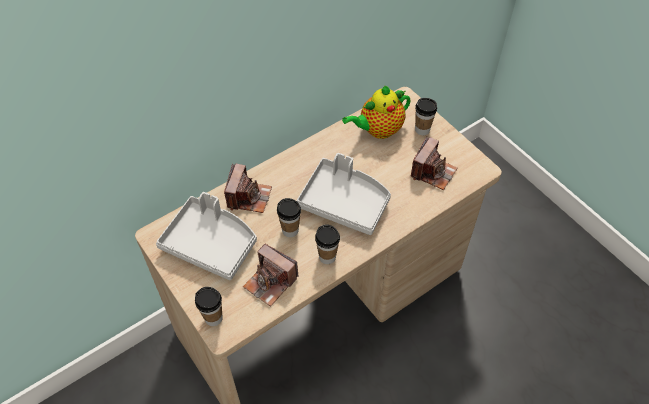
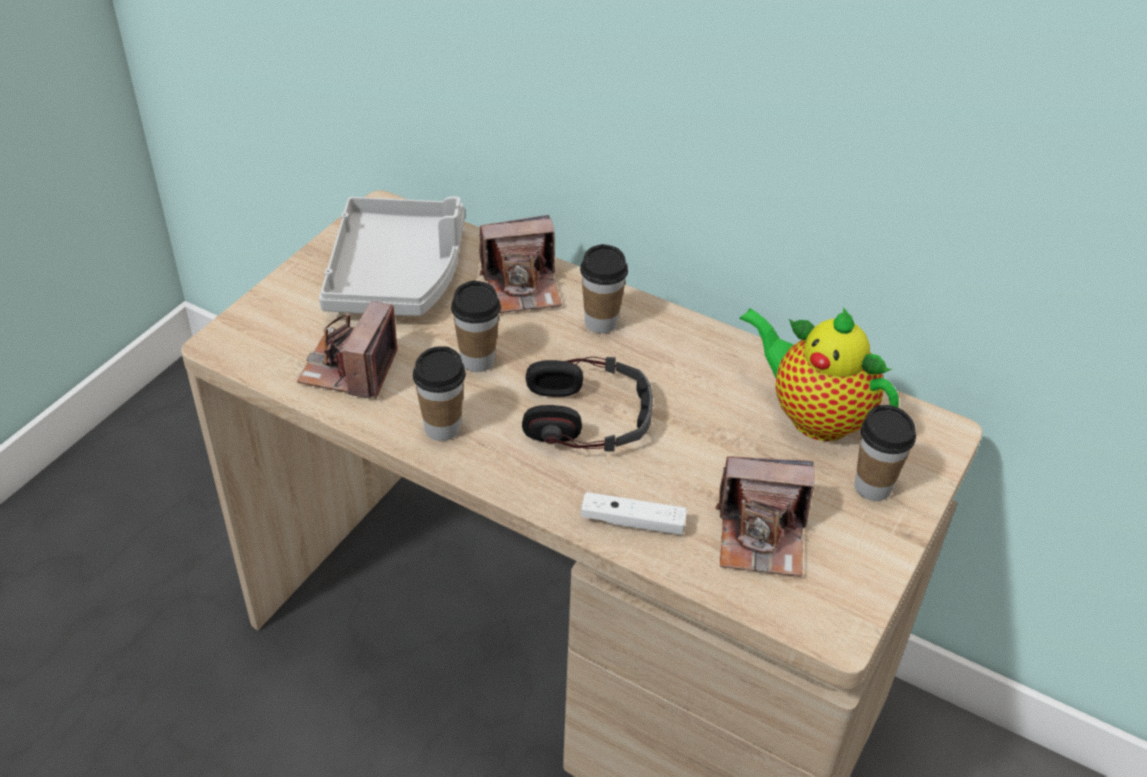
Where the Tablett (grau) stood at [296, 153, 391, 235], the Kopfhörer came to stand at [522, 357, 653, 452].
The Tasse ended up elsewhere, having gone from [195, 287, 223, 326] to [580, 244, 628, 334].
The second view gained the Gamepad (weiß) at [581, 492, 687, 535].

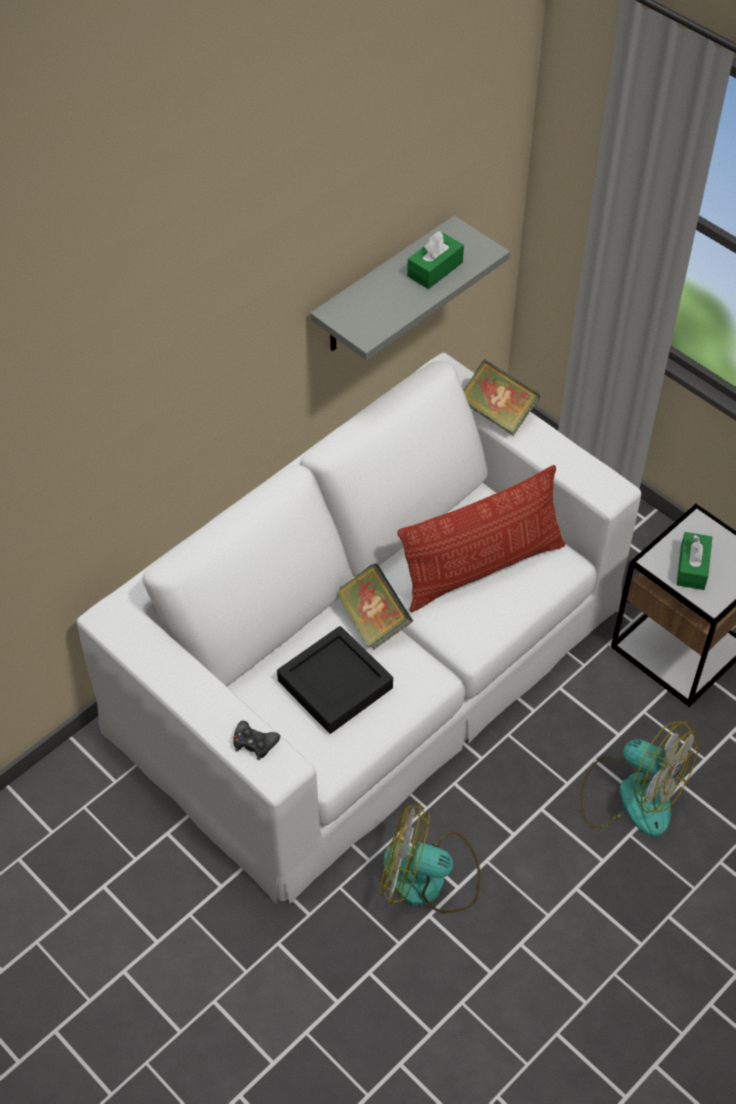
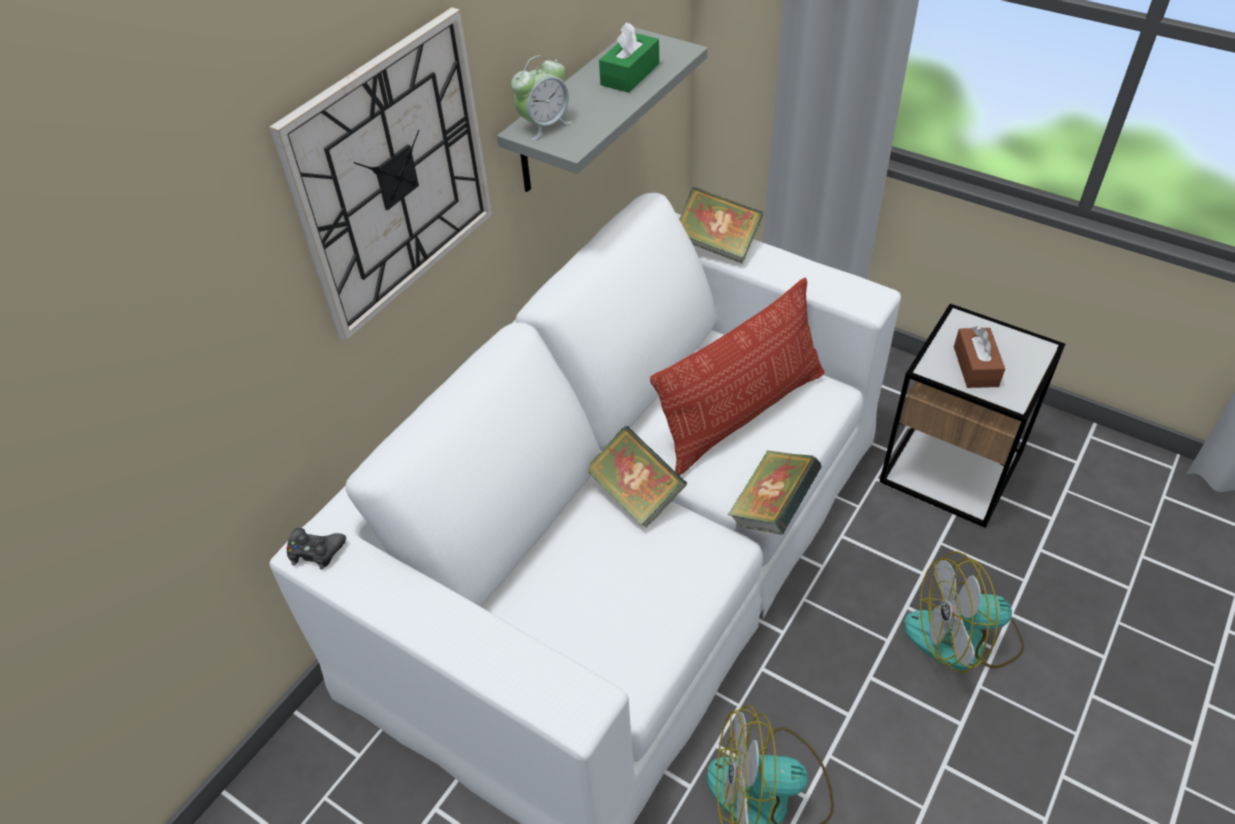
The second view gained the Wanduhr at [269, 7, 493, 341].
The Gamepad (schwarz) ended up elsewhere, having gone from [233, 720, 280, 760] to [286, 528, 346, 570].
The second view gained the Wecker at [511, 55, 572, 141].
The second view gained the Buch at [728, 451, 822, 535].
The Ventilator at [580, 722, 699, 837] ended up facing another way, 150 degrees clockwise from before.
What was the Taschentuchbox (grün) at [676, 532, 712, 590] turned into the Taschentuchbox (braun) at [954, 326, 1005, 388].
The second view lost the Tablett (schwarz) at [277, 626, 393, 734].

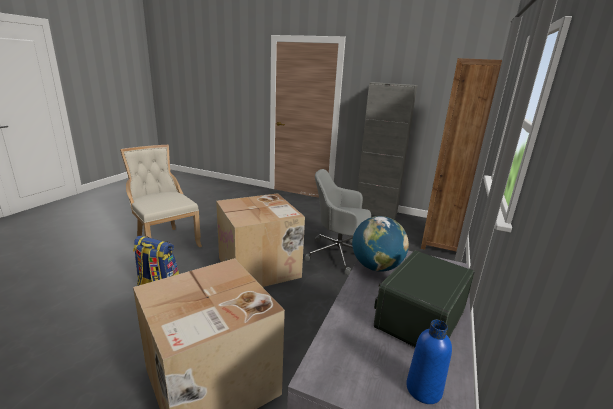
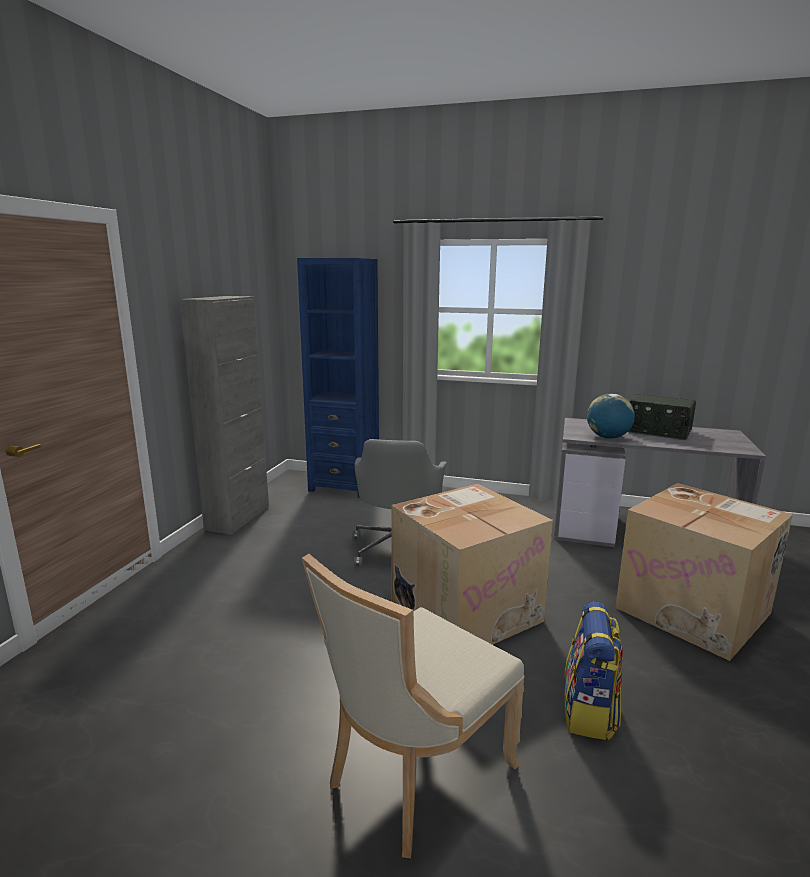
What was the Bücherregal (braun) at [421, 58, 502, 252] turned into the Bücherregal (blau) at [297, 258, 379, 498].
The second view lost the Flasche (blau) at [406, 320, 452, 404].

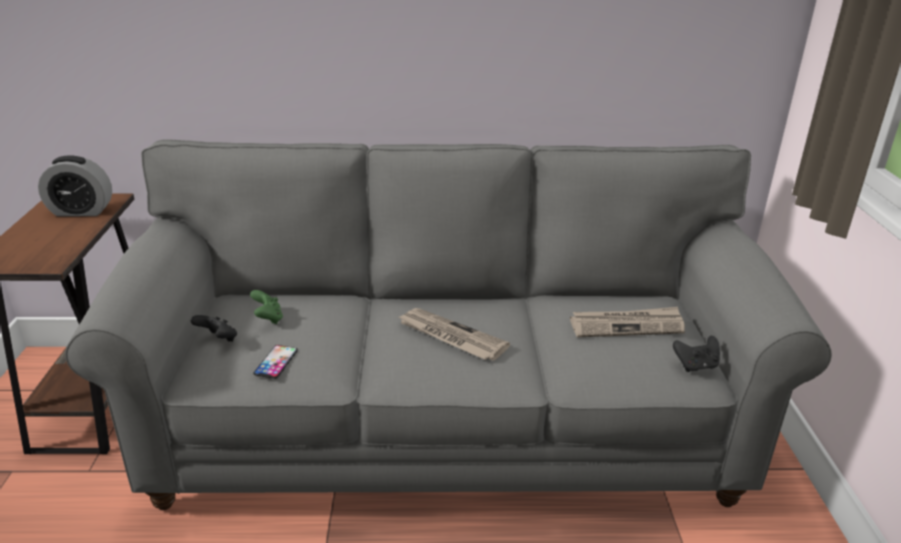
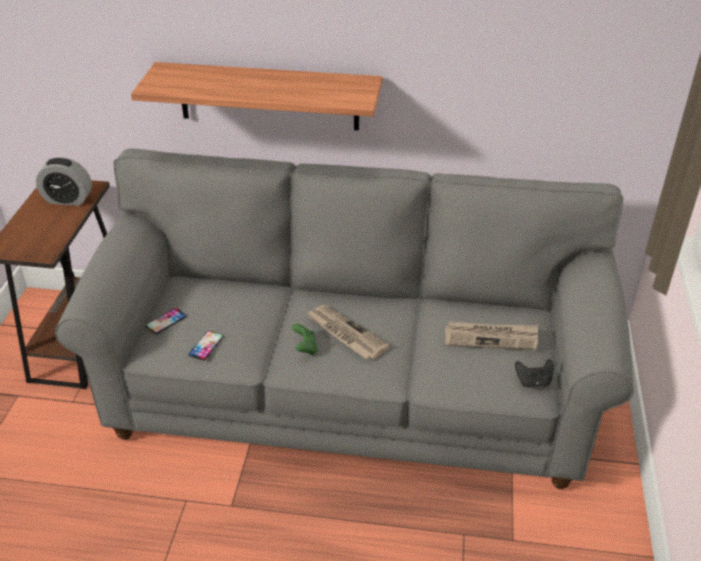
The second view gained the Wandregal at [131, 62, 382, 131].
Where the Gamepad (schwarz) stood at [191, 315, 237, 341], the Handy came to stand at [145, 308, 186, 334].
The Gamepad (grün) ended up elsewhere, having gone from [250, 290, 283, 324] to [292, 324, 318, 355].

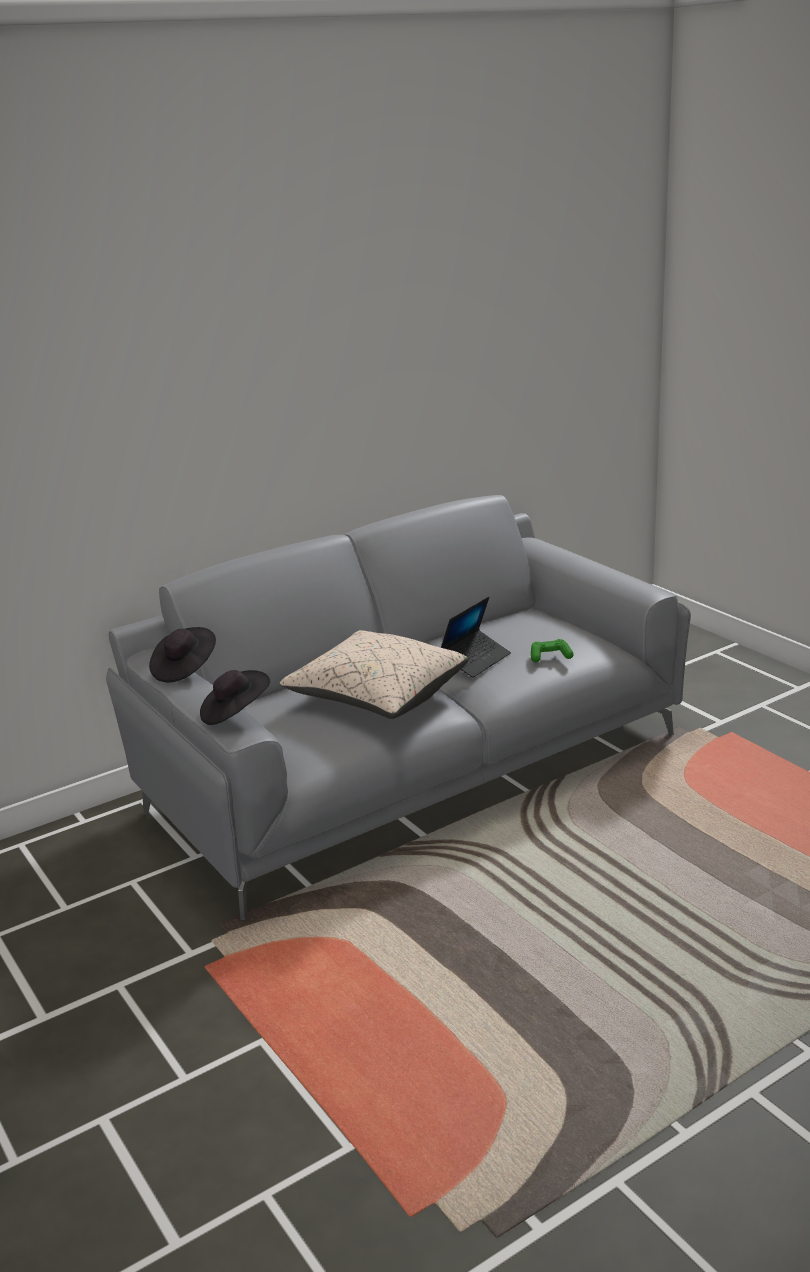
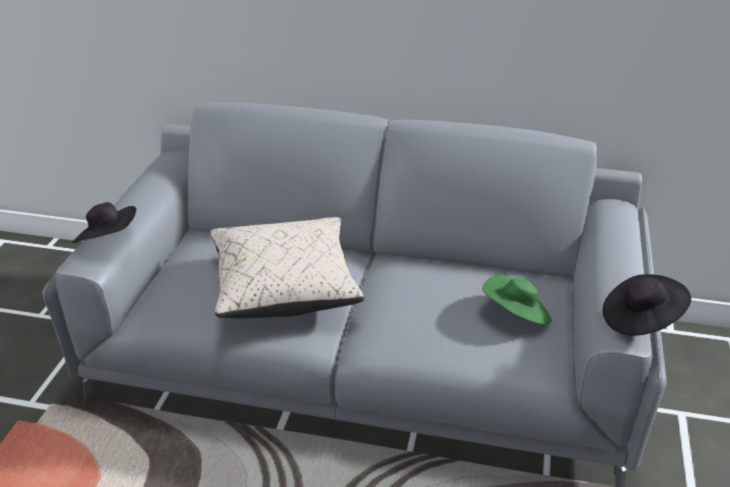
The second view gained the Hut (grün) at [482, 275, 552, 325].
The Hut (schwarz) ended up elsewhere, having gone from [149, 627, 216, 682] to [602, 274, 691, 336].
The second view lost the Laptop at [441, 596, 511, 678].
The second view lost the Gamepad (grün) at [531, 639, 574, 662].

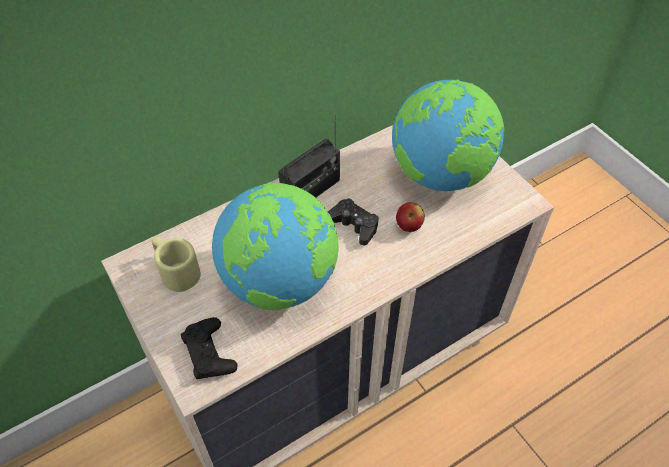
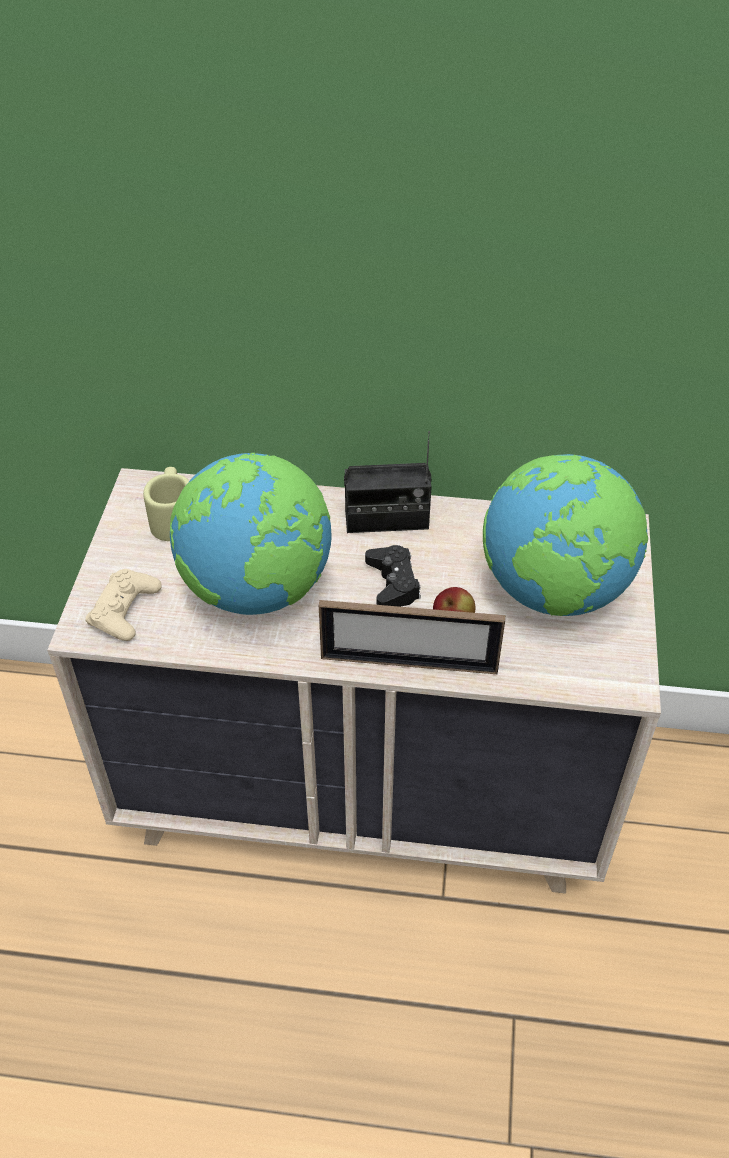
What was the Gamepad (schwarz) at [181, 317, 237, 379] turned into the Gamepad (beige) at [85, 569, 162, 641].
The second view gained the Bilderrahmen at [319, 600, 505, 674].

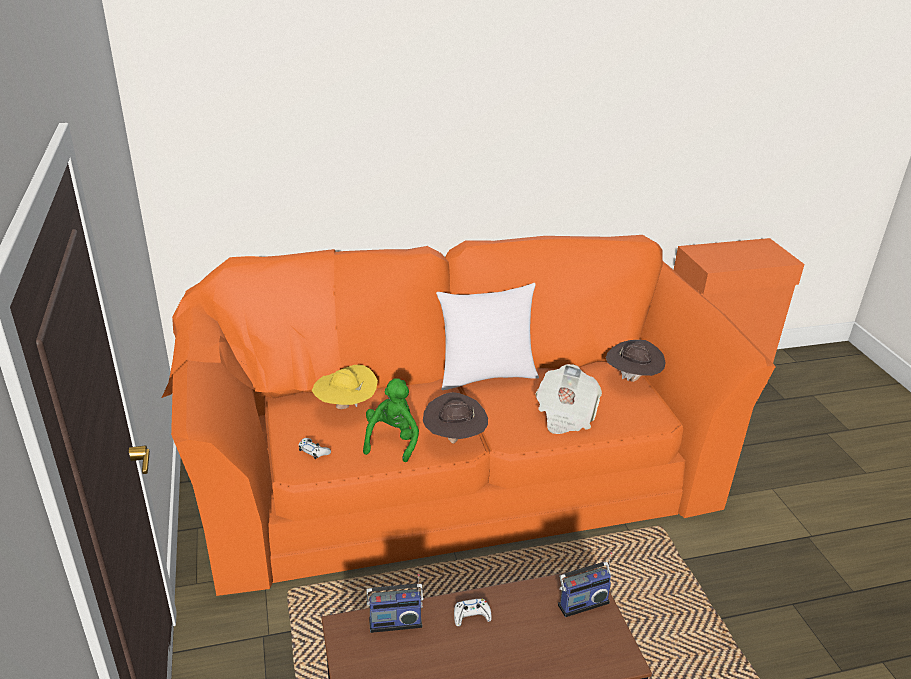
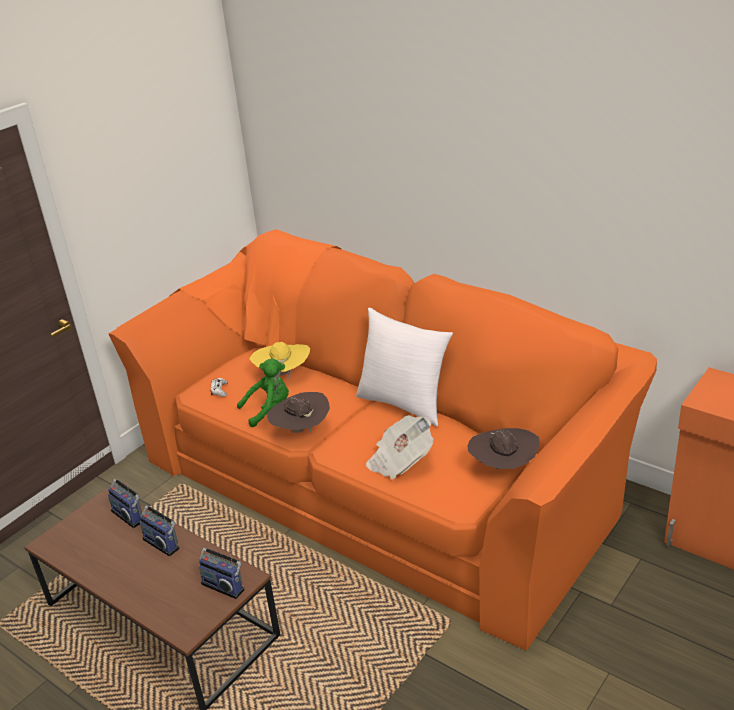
Where the Gamepad (weiß) stood at [454, 599, 492, 627], the Radio came to stand at [140, 506, 180, 557].

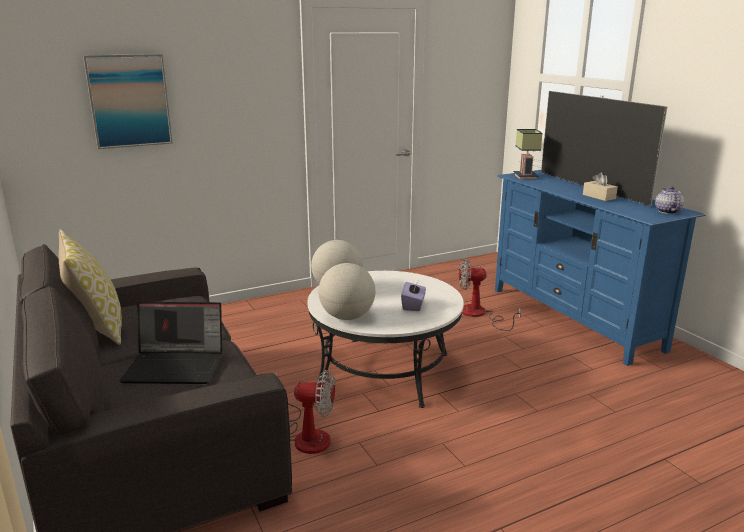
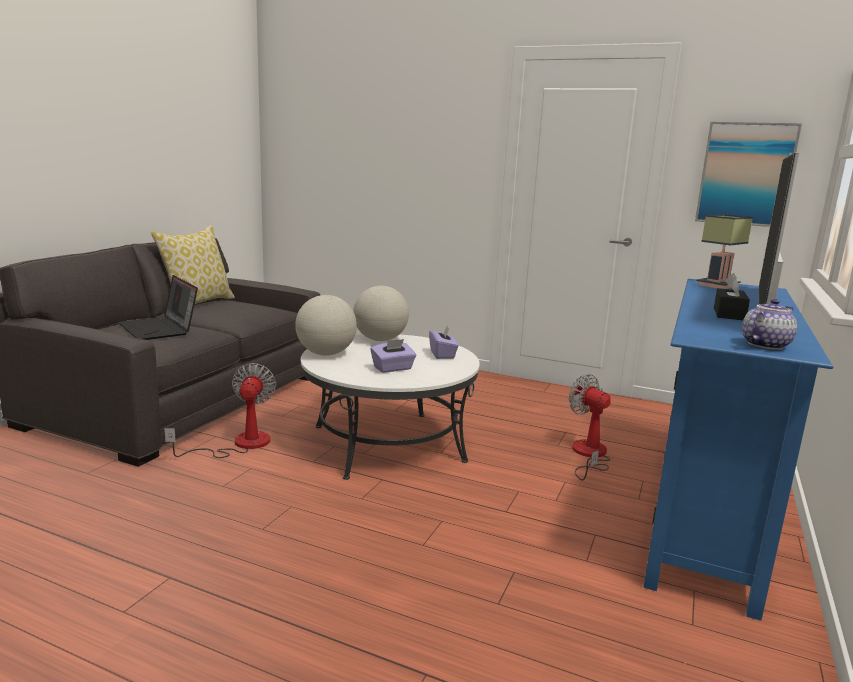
The Ventilator at [275, 370, 335, 454] ended up facing another way, 150 degrees counterclockwise from before.
The second view gained the Taschentuchbox (lila) at [429, 326, 459, 359].
The Bild ended up elsewhere, having gone from [83, 54, 173, 149] to [695, 122, 802, 227].
What was the Taschentuchbox (beige) at [583, 173, 618, 201] turned into the Taschentuchbox (schwarz) at [714, 273, 750, 320].

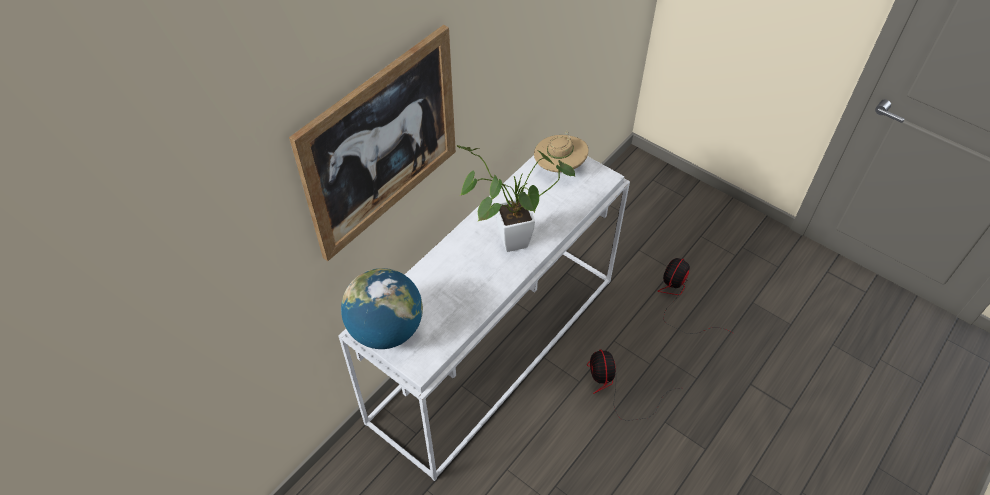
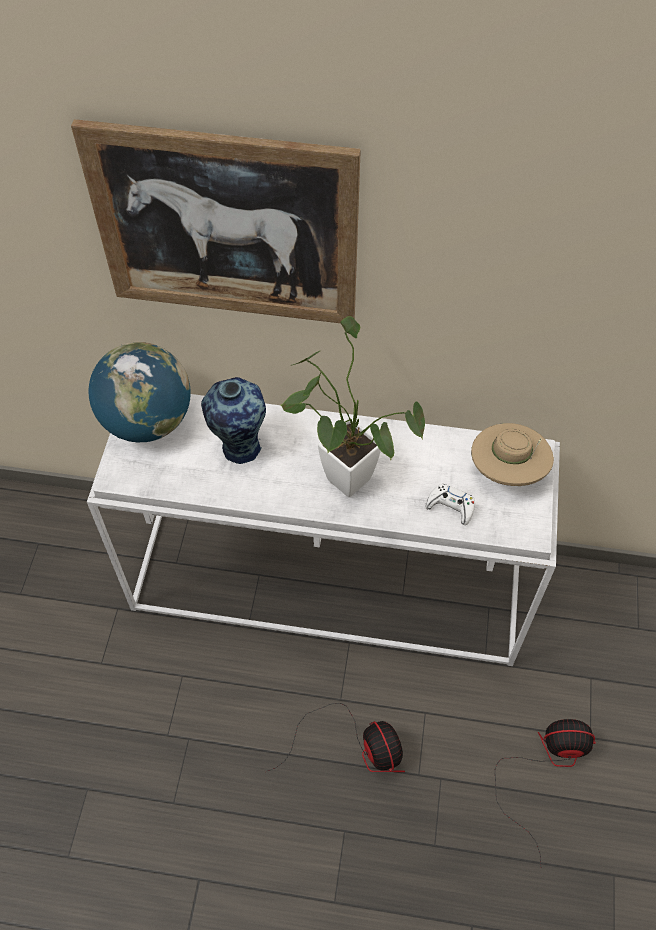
The second view gained the Vase at [201, 377, 266, 464].
The Ventilator at [587, 349, 680, 421] ended up facing another way, 105 degrees clockwise from before.
The second view gained the Gamepad (weiß) at [425, 484, 475, 525].

